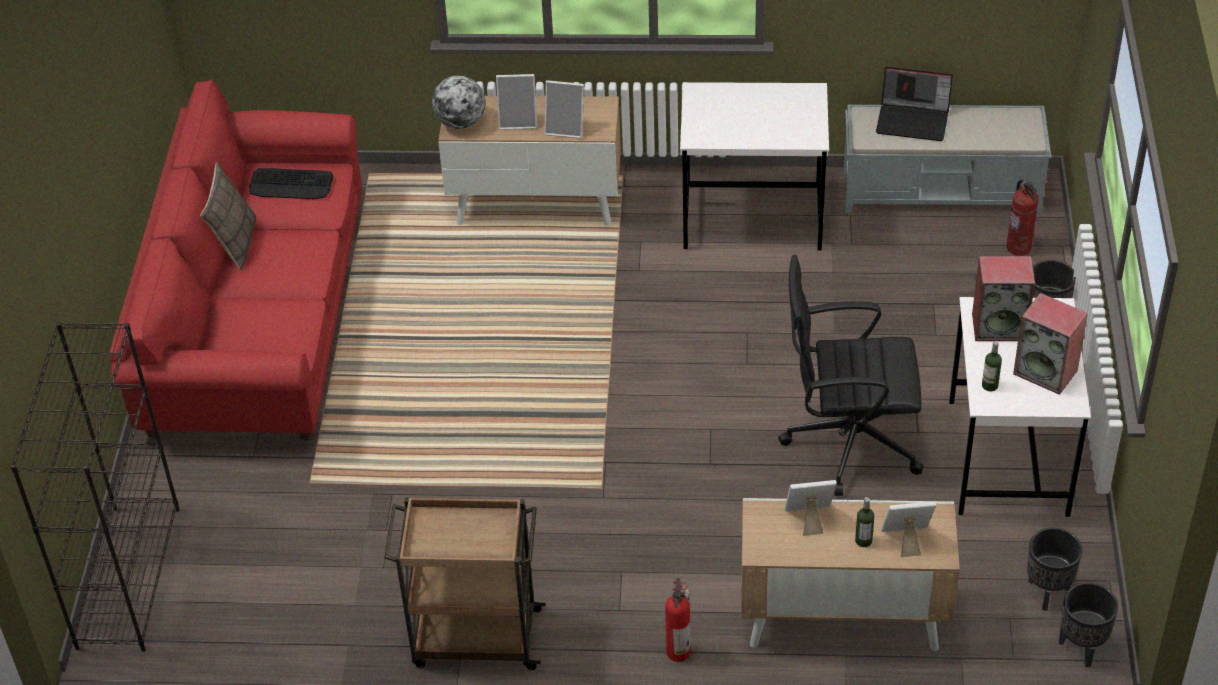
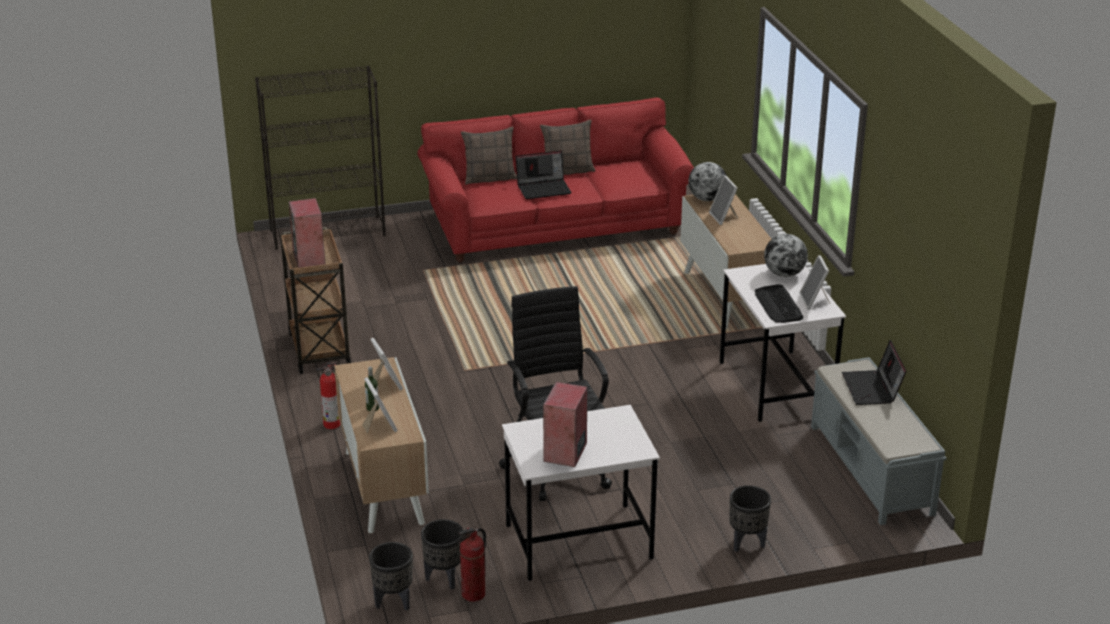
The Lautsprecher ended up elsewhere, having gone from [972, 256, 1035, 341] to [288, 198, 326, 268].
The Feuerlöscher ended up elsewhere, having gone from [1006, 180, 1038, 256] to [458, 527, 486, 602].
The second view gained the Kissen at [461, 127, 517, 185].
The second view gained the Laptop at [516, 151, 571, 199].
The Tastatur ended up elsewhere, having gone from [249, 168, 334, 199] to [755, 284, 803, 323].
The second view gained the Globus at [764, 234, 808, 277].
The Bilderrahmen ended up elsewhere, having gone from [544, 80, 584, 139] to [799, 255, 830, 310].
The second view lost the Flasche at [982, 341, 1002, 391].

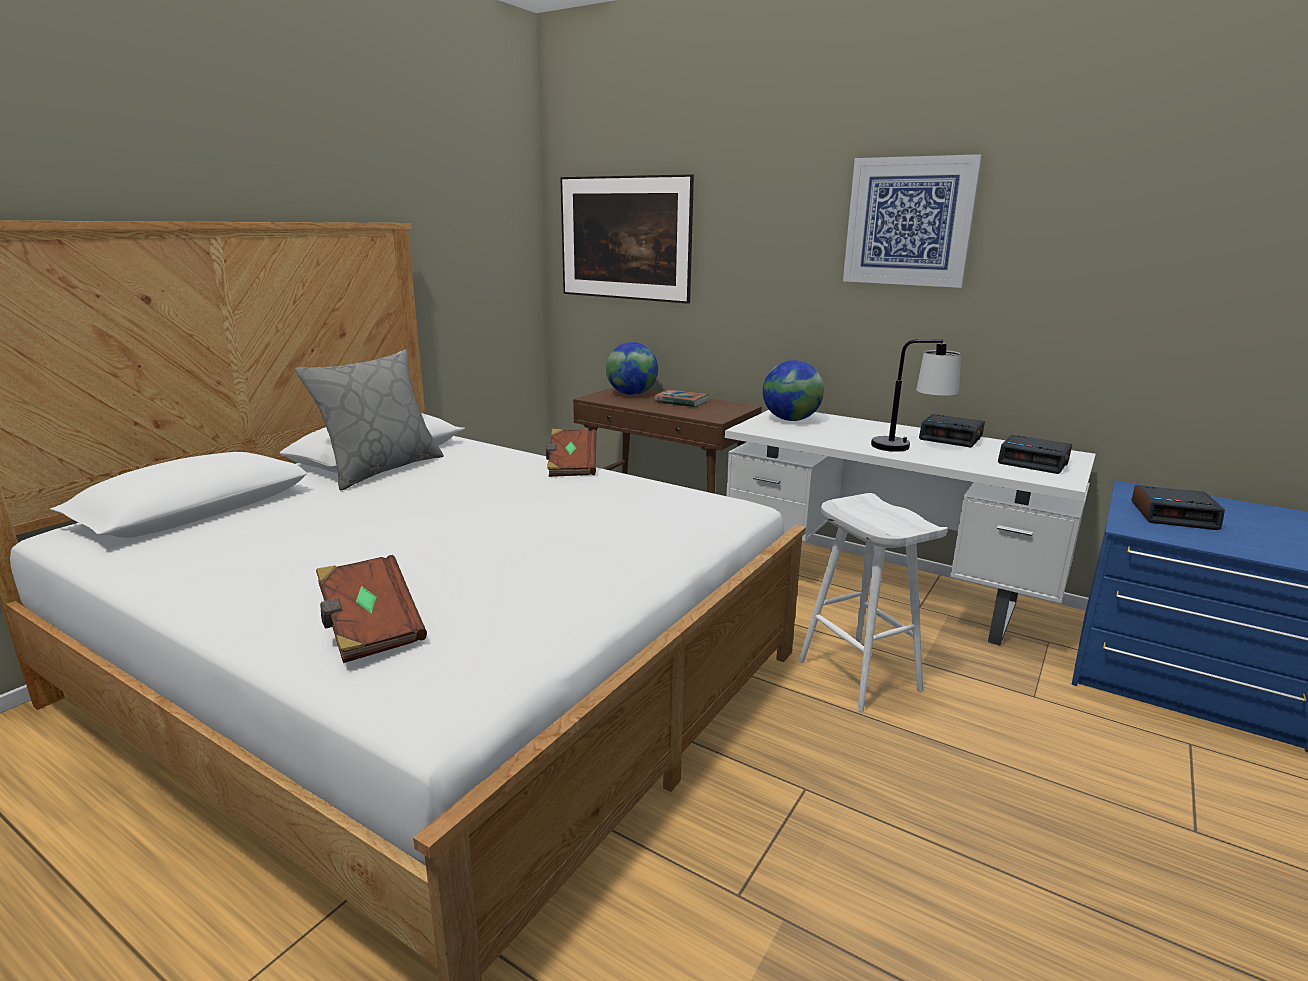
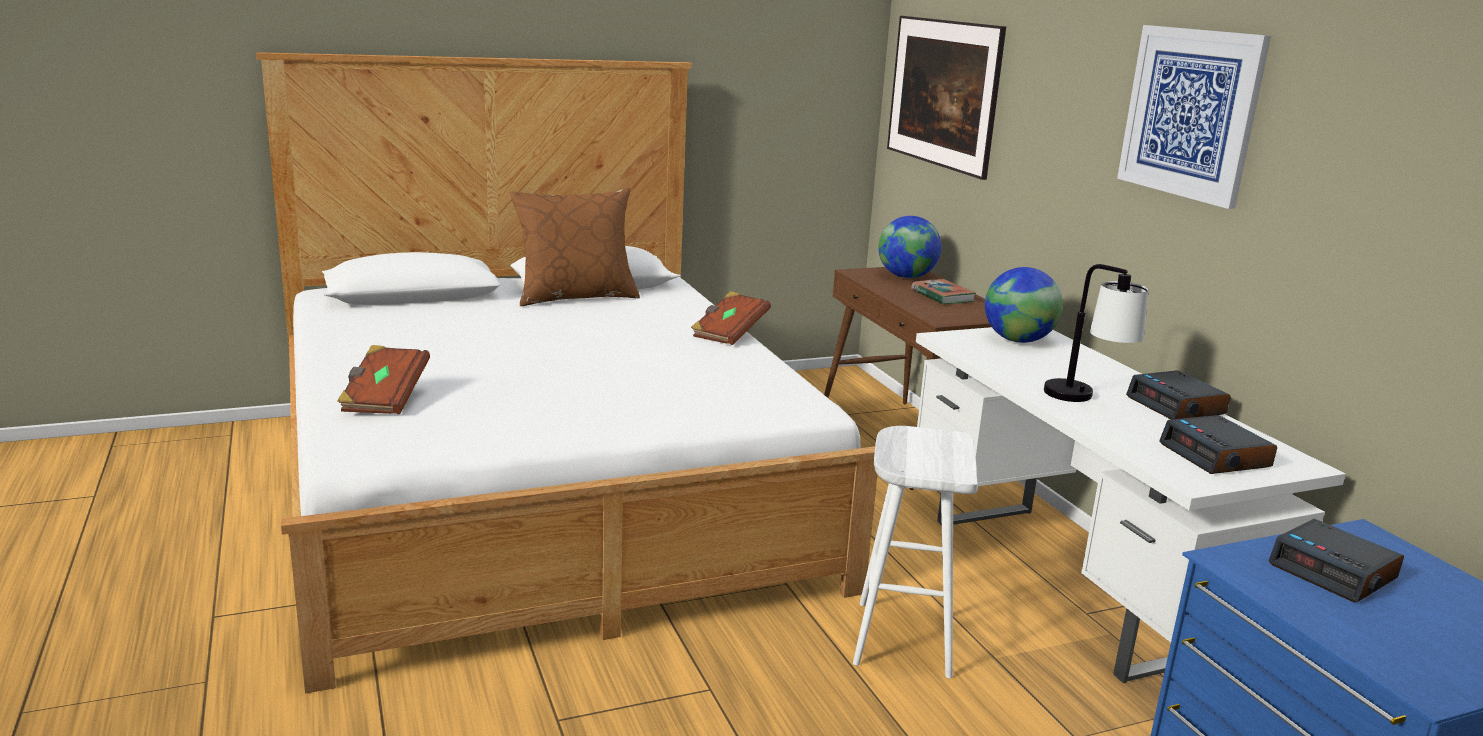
What was the Kissen (grau) at [295, 349, 444, 491] turned into the Kissen (braun) at [510, 188, 640, 306].

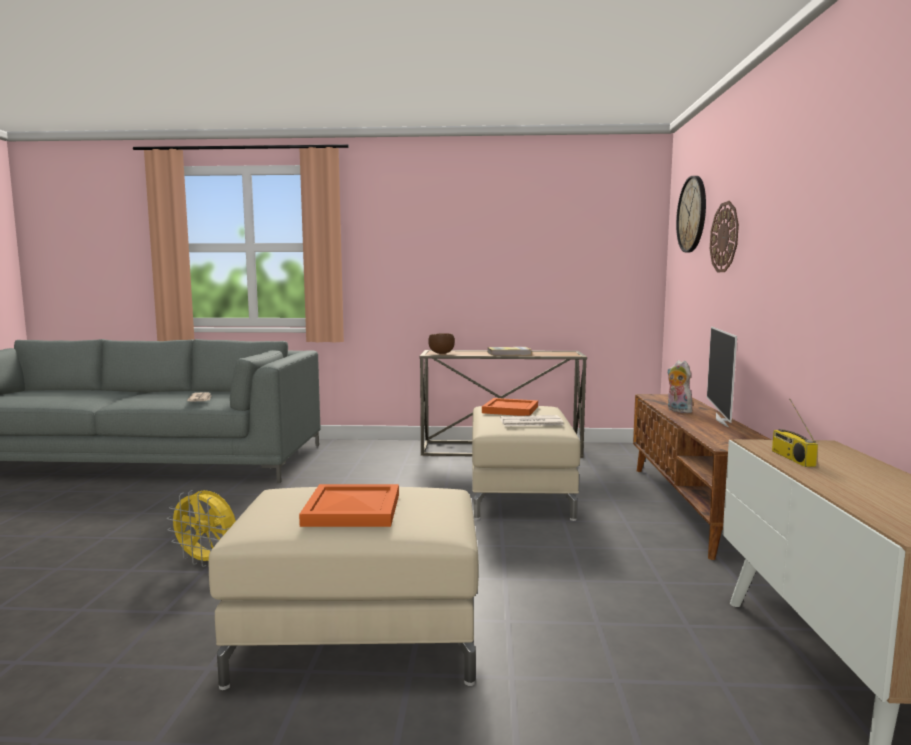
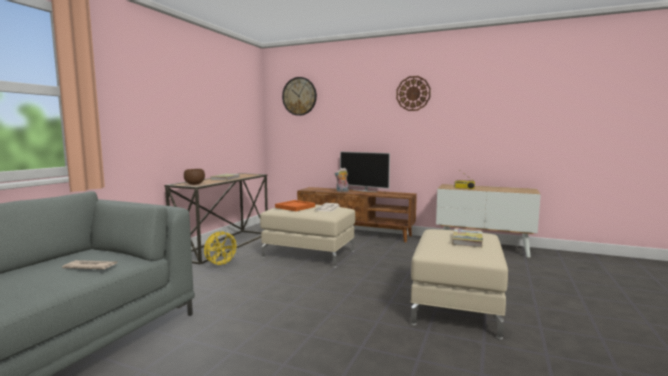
The Ventilator (gelb) ended up elsewhere, having gone from [167, 490, 236, 567] to [204, 230, 239, 268].
The Wanduhr ended up elsewhere, having gone from [710, 201, 739, 273] to [396, 76, 431, 111].
Where the Tablett (orange) stood at [299, 484, 399, 527], the Buch came to stand at [452, 229, 483, 248].

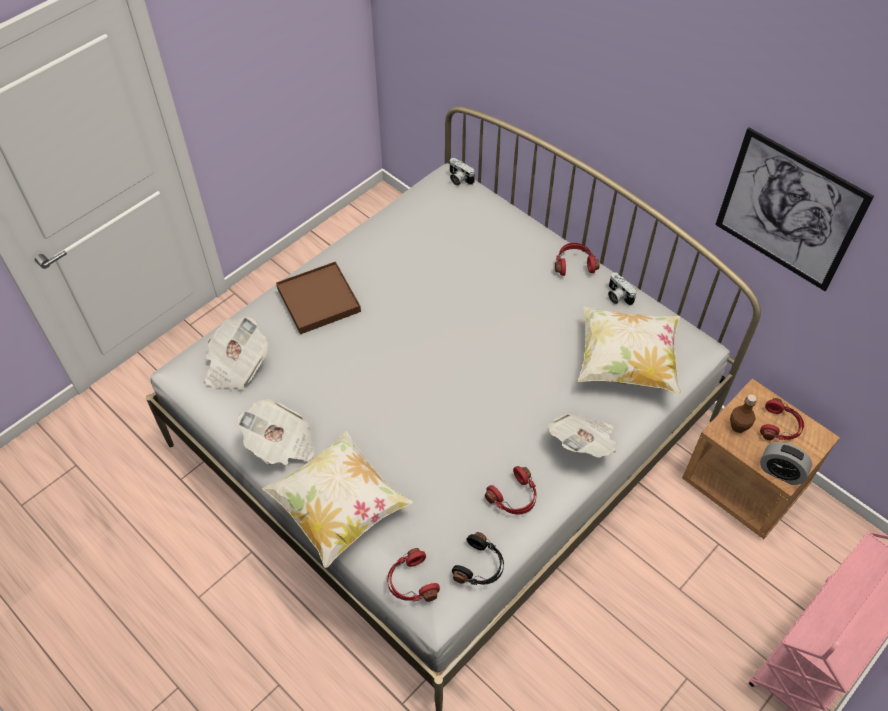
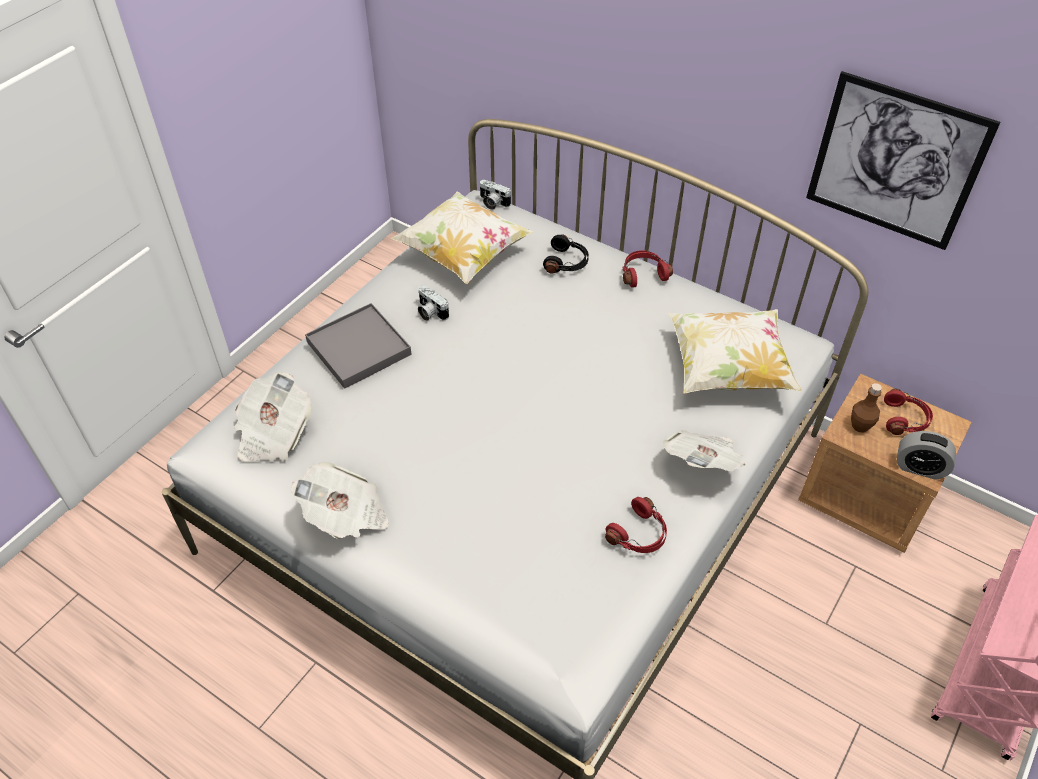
What was the Tablett (braun) at [276, 261, 361, 334] turned into the Tablett (grau) at [305, 303, 412, 389].
The Kissen ended up elsewhere, having gone from [262, 431, 413, 568] to [391, 191, 533, 284].
The Kamera ended up elsewhere, having gone from [608, 272, 637, 305] to [418, 286, 449, 321].
The Kopfhörer (schwarz) ended up elsewhere, having gone from [452, 532, 504, 585] to [543, 234, 589, 274].
The second view lost the Kopfhörer (rot) at [387, 548, 440, 602].

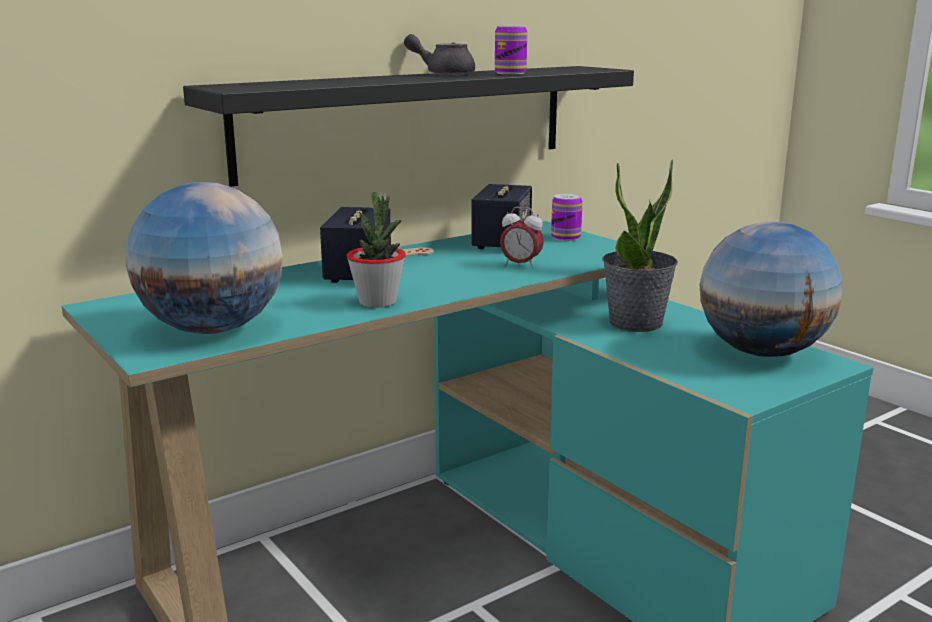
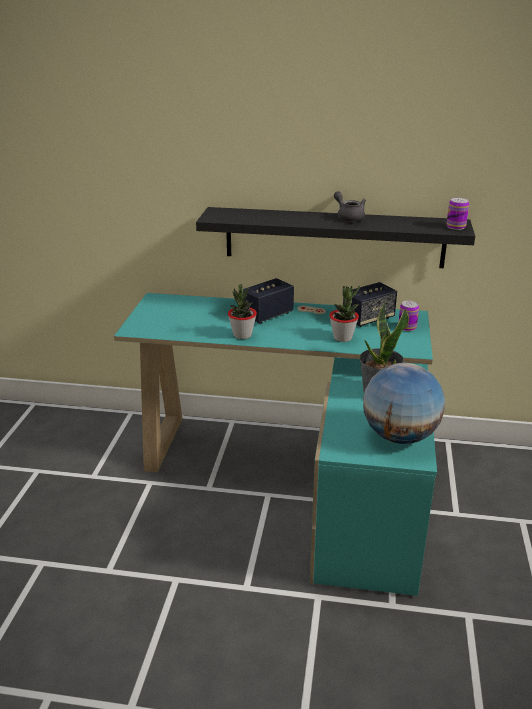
Where the Wecker stood at [500, 207, 544, 269], the Topfpflanze came to stand at [329, 286, 360, 342].
The Dose ended up elsewhere, having gone from [495, 26, 527, 74] to [447, 198, 469, 230].
The second view lost the Globus at [126, 182, 283, 334].

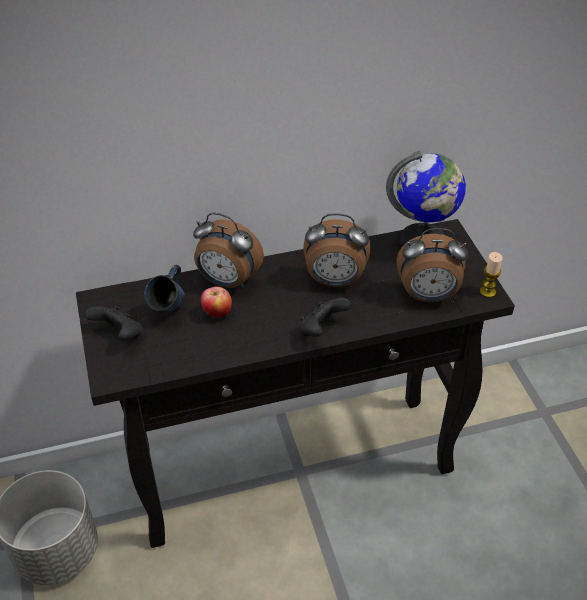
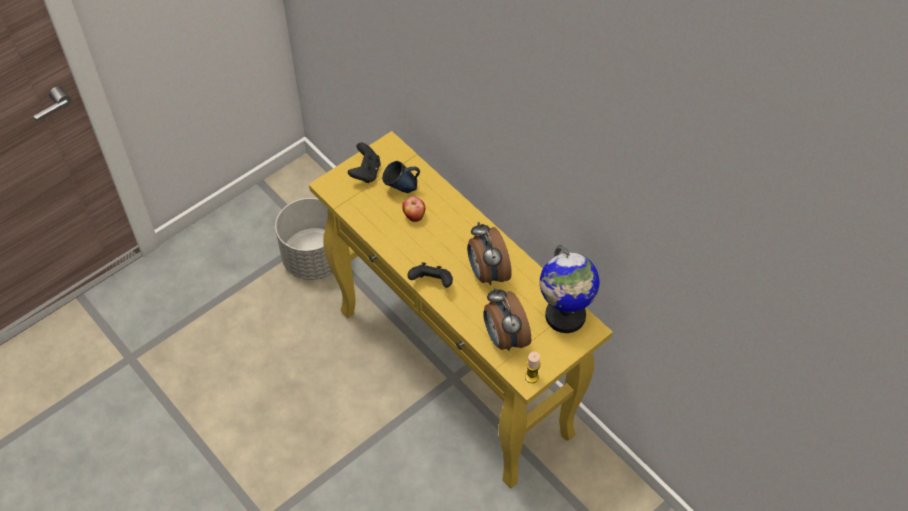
What was the Konsolentisch (schwarz) at [76, 219, 515, 548] turned into the Konsolentisch (gelb) at [309, 131, 612, 488].
The second view lost the Wecker at [193, 213, 264, 288].

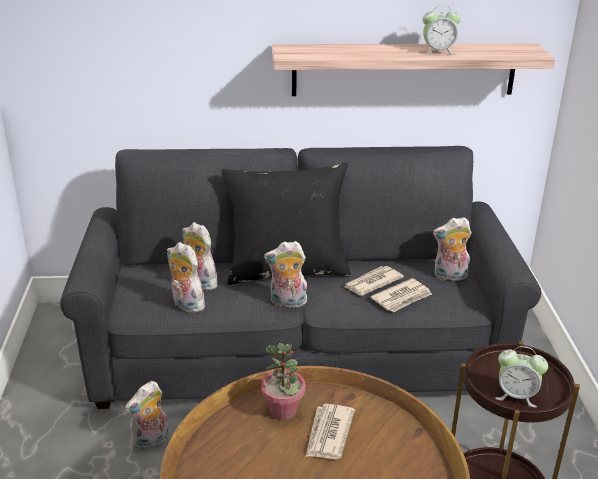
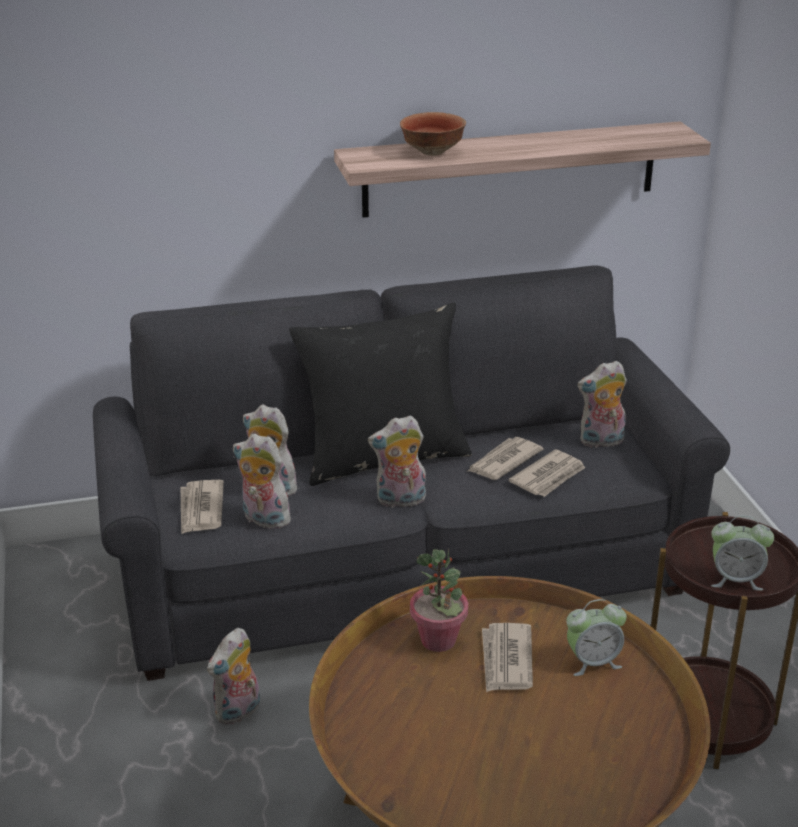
The second view gained the Zeitung at [181, 480, 224, 534].
The second view gained the Schüssel at [400, 112, 466, 156].
The Wecker ended up elsewhere, having gone from [423, 5, 461, 55] to [566, 599, 627, 676].

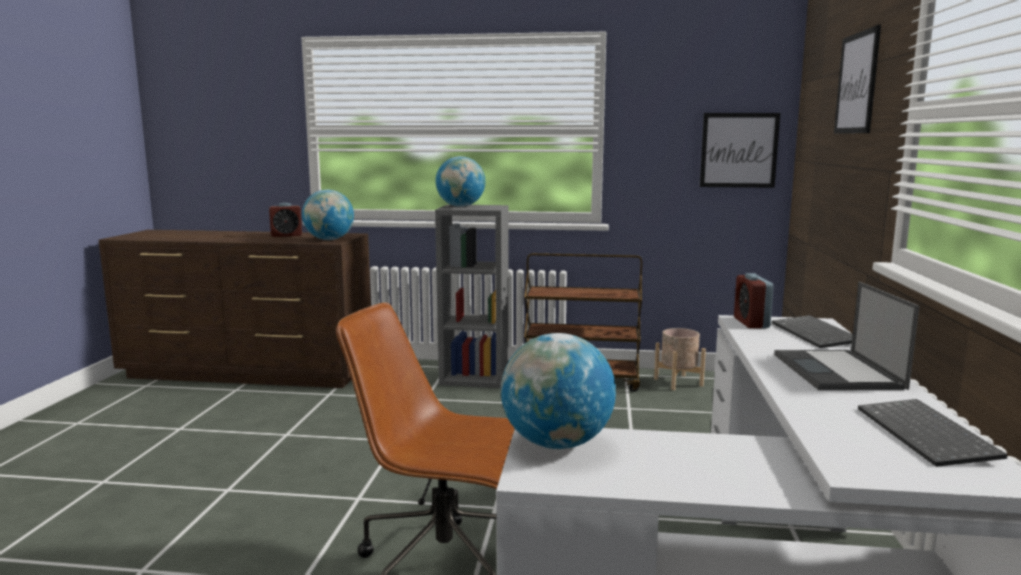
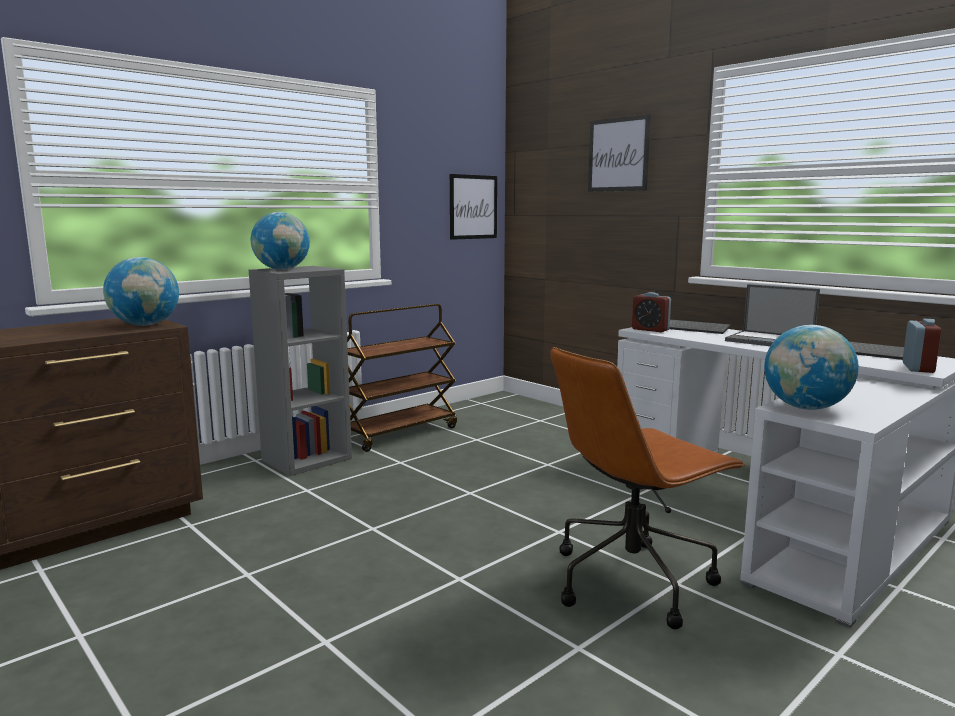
The Wecker ended up elsewhere, having gone from [269, 203, 302, 237] to [903, 319, 941, 373].
The second view lost the Pflanzkübel (beige) at [654, 328, 706, 390].

